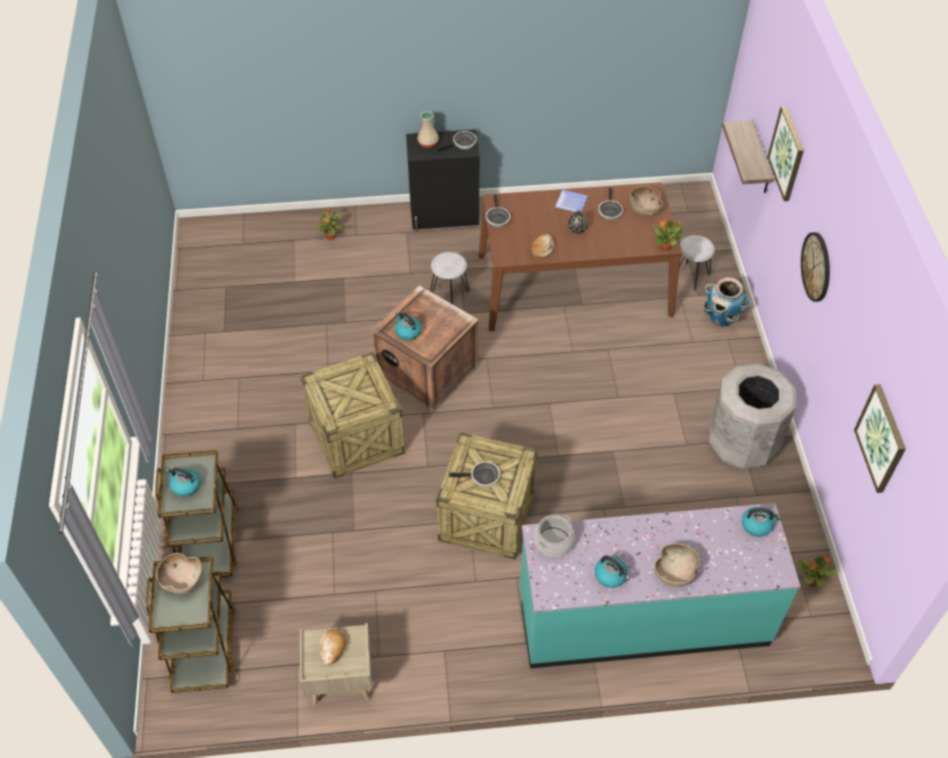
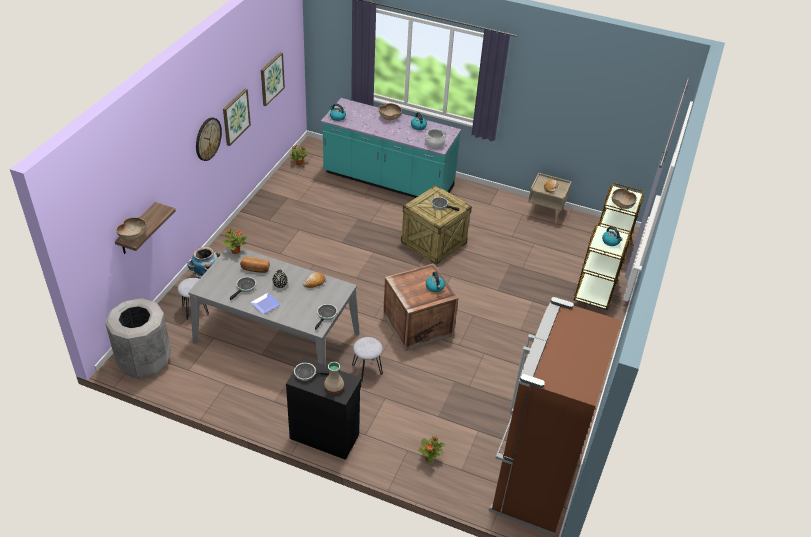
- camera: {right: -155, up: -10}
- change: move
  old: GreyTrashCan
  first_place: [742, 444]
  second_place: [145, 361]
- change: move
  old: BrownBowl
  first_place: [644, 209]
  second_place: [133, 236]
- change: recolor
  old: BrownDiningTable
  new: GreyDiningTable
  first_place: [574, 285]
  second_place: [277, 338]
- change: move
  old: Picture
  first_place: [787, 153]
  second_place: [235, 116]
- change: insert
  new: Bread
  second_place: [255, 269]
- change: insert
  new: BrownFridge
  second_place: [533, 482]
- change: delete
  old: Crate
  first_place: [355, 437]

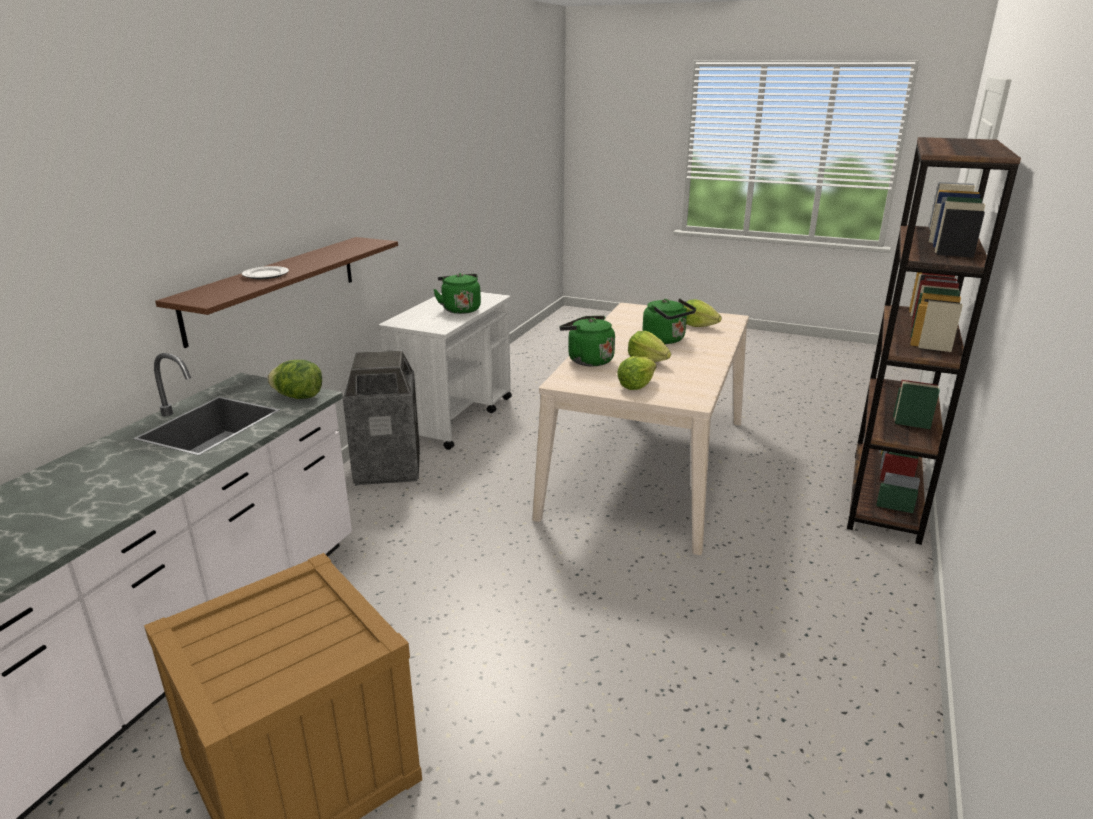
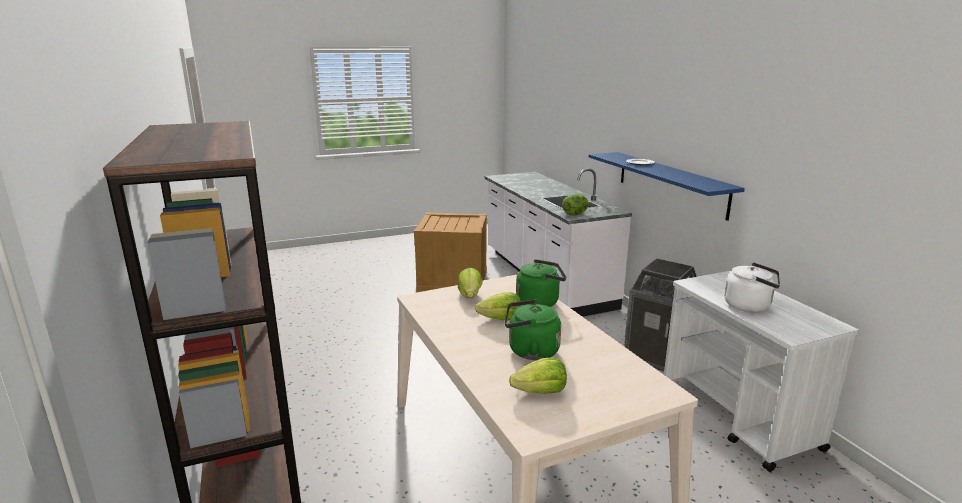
- camera: {right: 135, up: -5}
- change: recolor
  old: BrownShelf
  new: BlueShelf
  first_place: [274, 287]
  second_place: [670, 183]
- change: recolor
  old: GreenKettle
  new: WhiteKettle
  first_place: [460, 309]
  second_place: [750, 306]

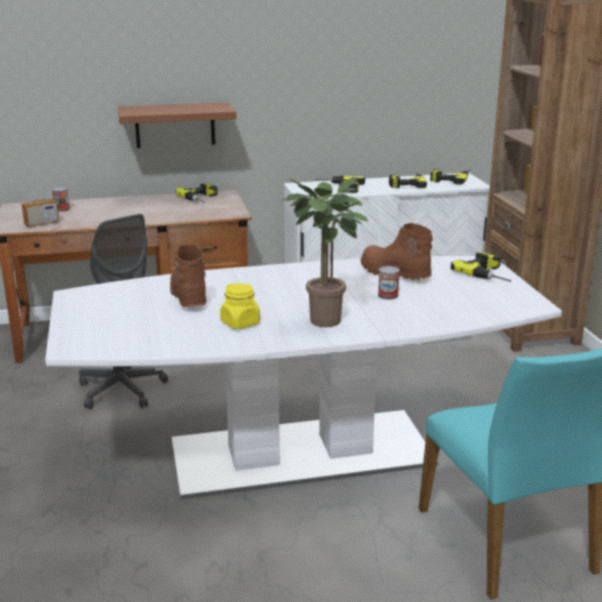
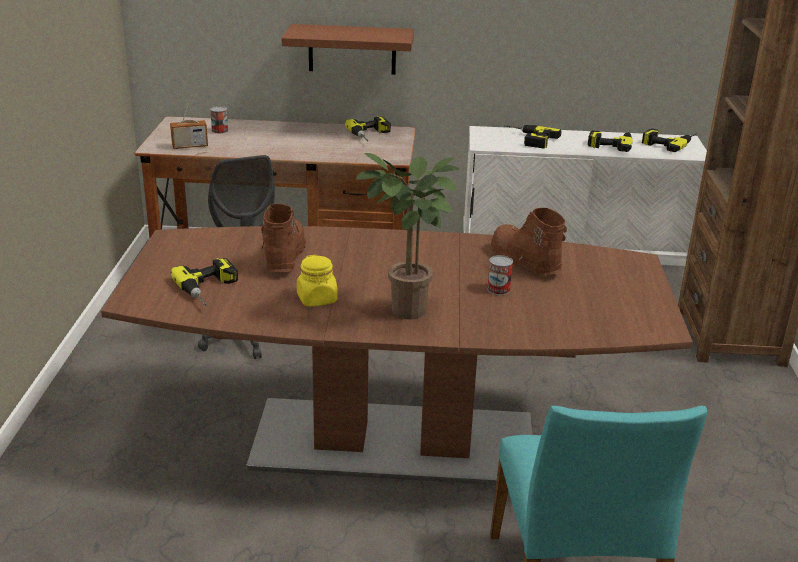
- camera: {right: 15, up: 5}
- change: recolor
  old: WhiteDiningTable
  new: BrownDiningTable
  first_place: [300, 453]
  second_place: [393, 441]
- change: move
  old: PowerDrill
  first_place: [489, 274]
  second_place: [211, 289]

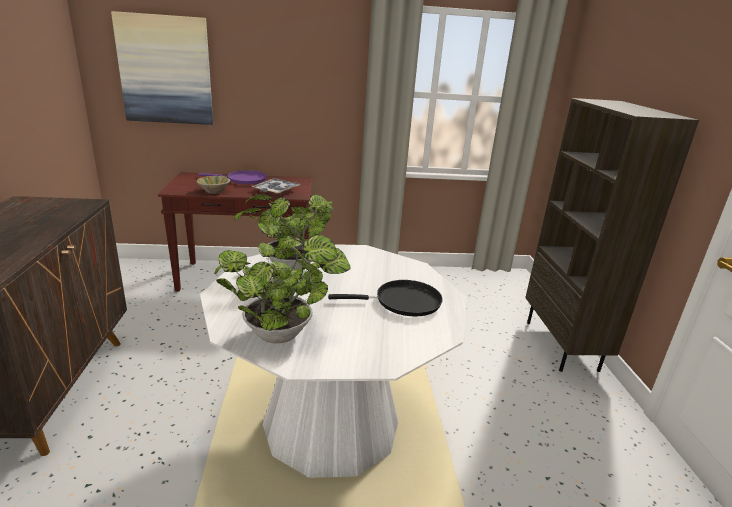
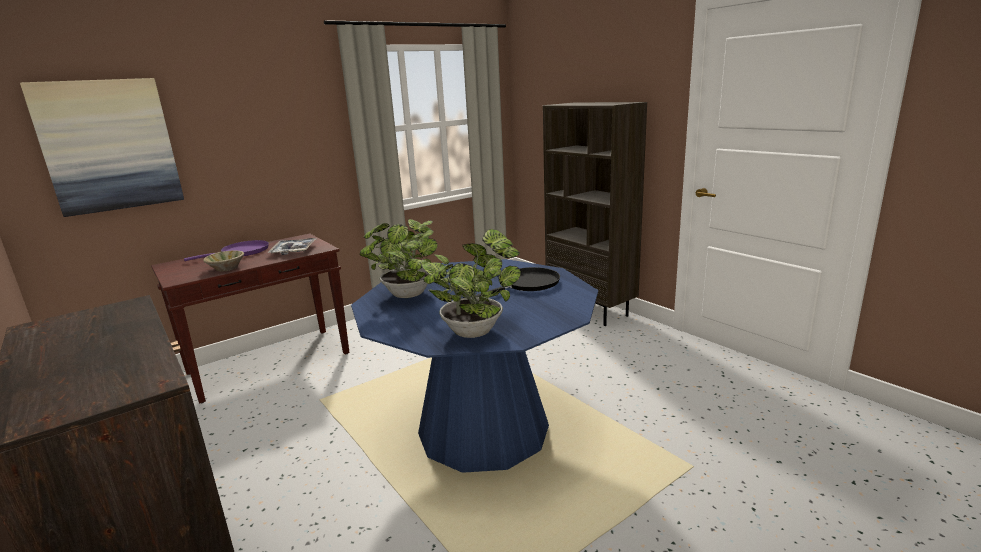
- camera: {right: -30, up: -5}
- change: recolor
  old: WhiteDiningTable
  new: BlueDiningTable
  first_place: [331, 424]
  second_place: [483, 430]

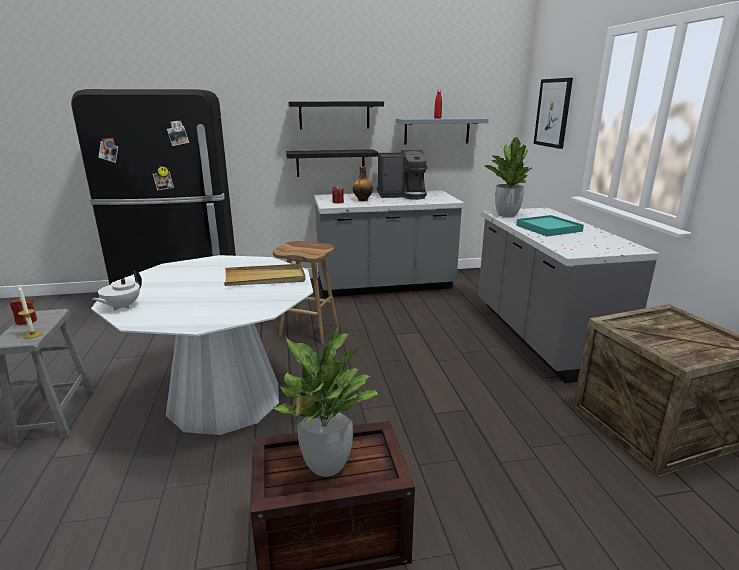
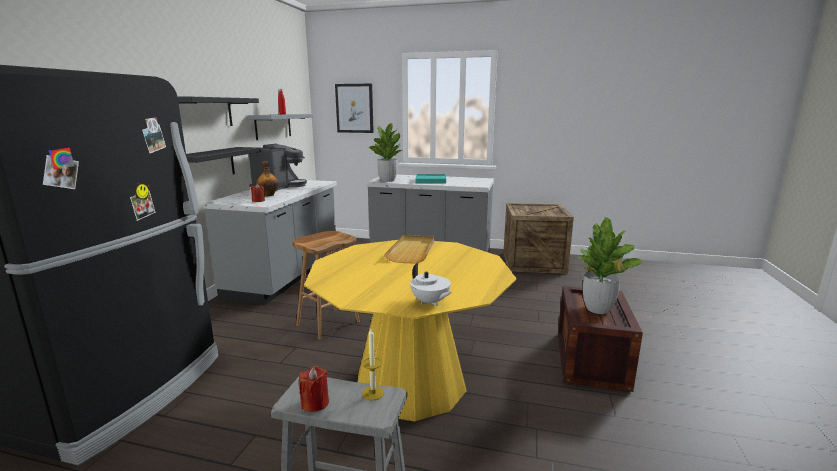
- camera: {right: -65, up: -5}
- change: recolor
  old: WhiteDiningTable
  new: YellowDiningTable
  first_place: [224, 399]
  second_place: [410, 383]

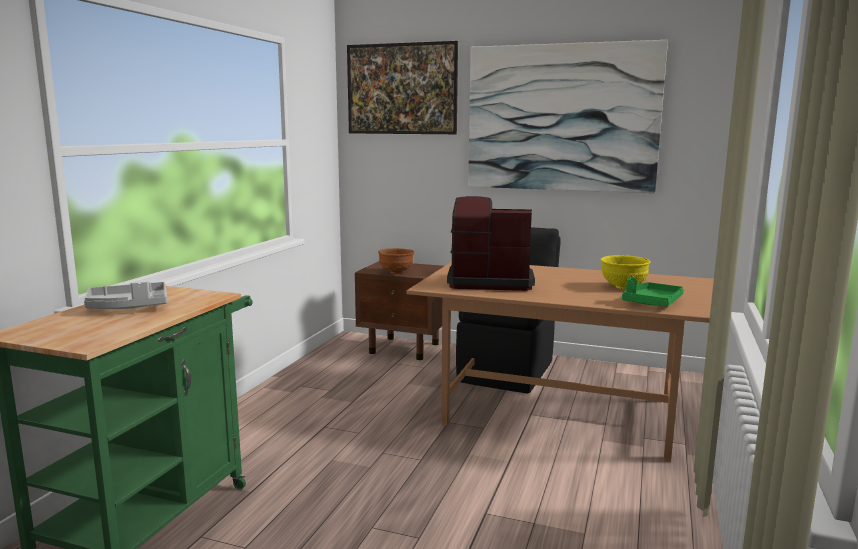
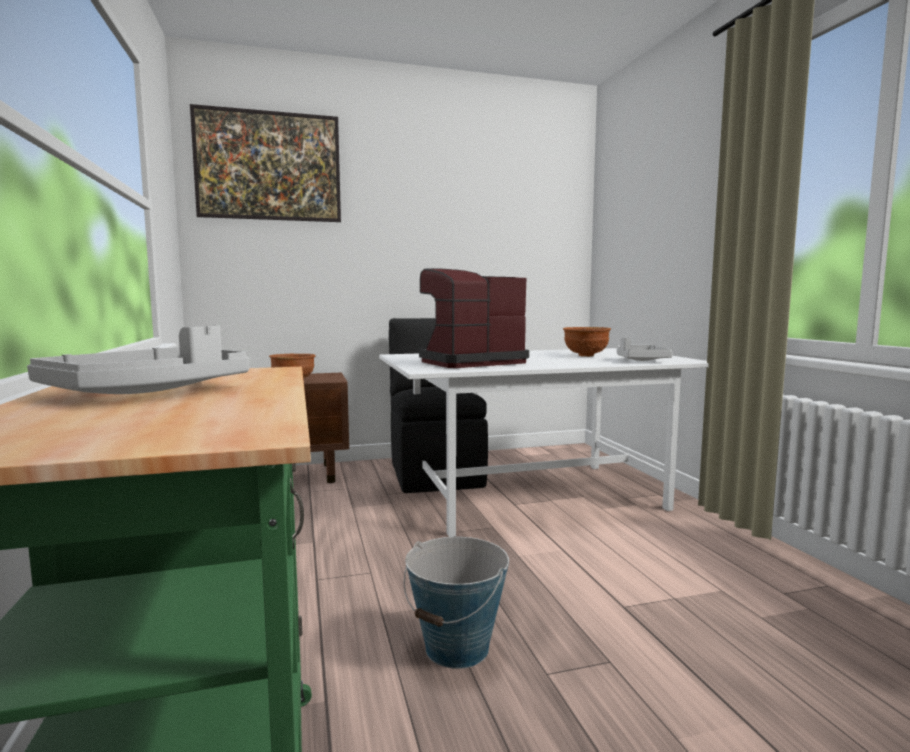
- camera: {right: -35, up: -5}
- change: recolor
  old: BrownDiningTable
  new: WhiteDiningTable
  first_place: [558, 412]
  second_place: [533, 496]
- change: insert
  new: Bucket
  second_place: [457, 648]
- change: recolor
  old: YellowBowl
  new: BrownBowl
  first_place: [622, 287]
  second_place: [585, 355]
- change: recolor
  old: GreenTray
  new: GreyTray
  first_place: [652, 303]
  second_place: [639, 360]
- change: delete
  old: Picture
  first_place: [561, 118]

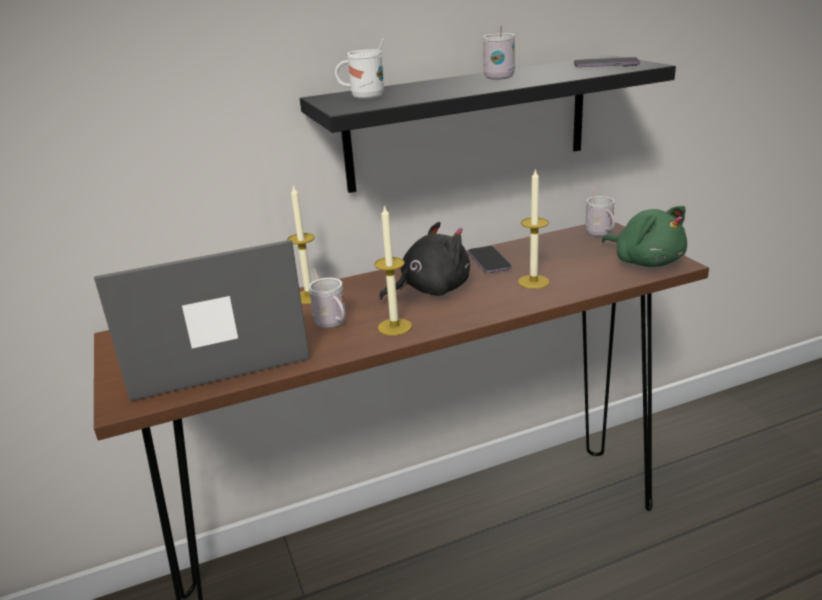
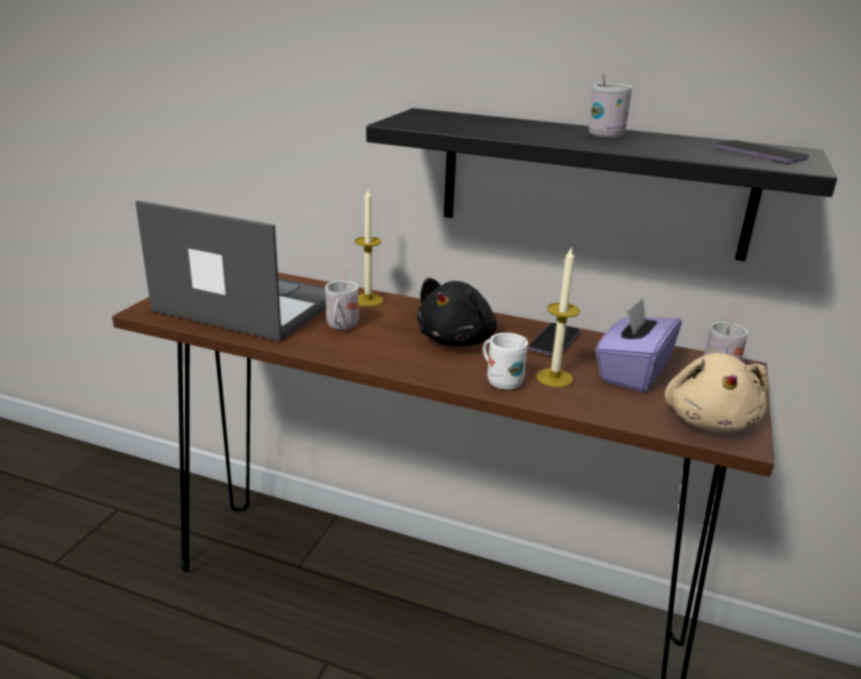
- camera: {right: 40, up: 0}
- change: rotate
  old: BlackPlushToy
  first_place: [430, 290]
  second_place: [458, 339]
  degrees: 105
- change: move
  old: WhiteMug
  first_place: [362, 97]
  second_place: [500, 381]
- change: insert
  new: PurpleTissueBox
  second_place: [632, 372]
- change: recolor
  old: GreenPlushToy
  new: BeigePlushToy
  first_place: [646, 261]
  second_place: [709, 419]
- change: delete
  old: Candle
  first_place: [394, 327]

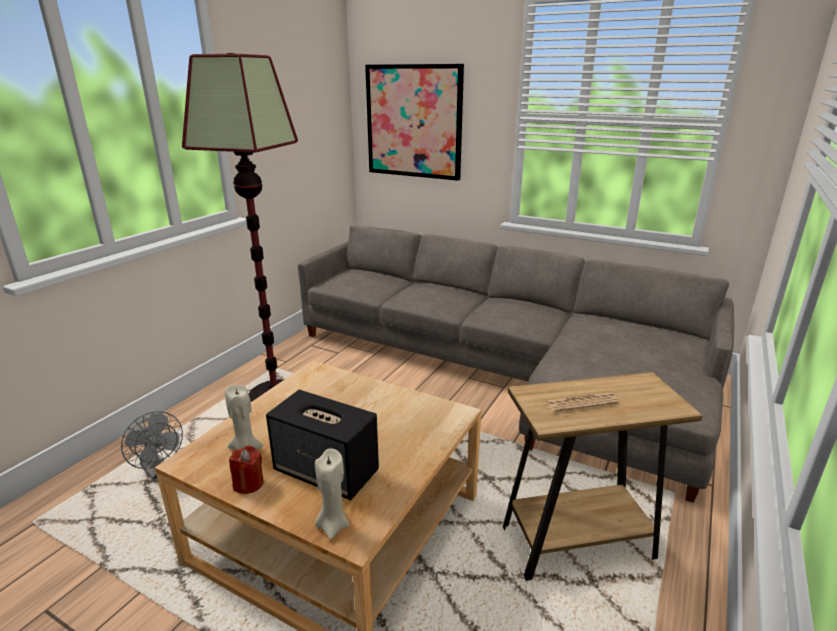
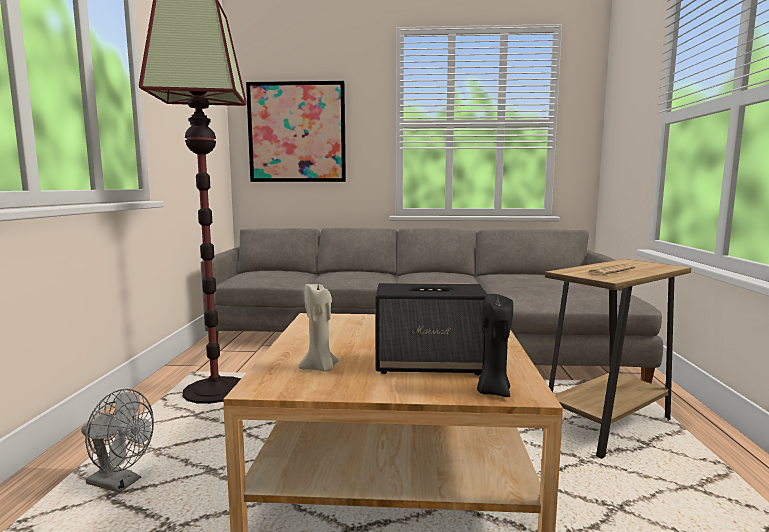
- camera: {right: -25, up: -15}
- change: recolor
  old: BeigeCandle
  new: BlackCandle
  first_place: [333, 525]
  second_place: [493, 391]
- change: delete
  old: RedCandle
  first_place: [248, 484]

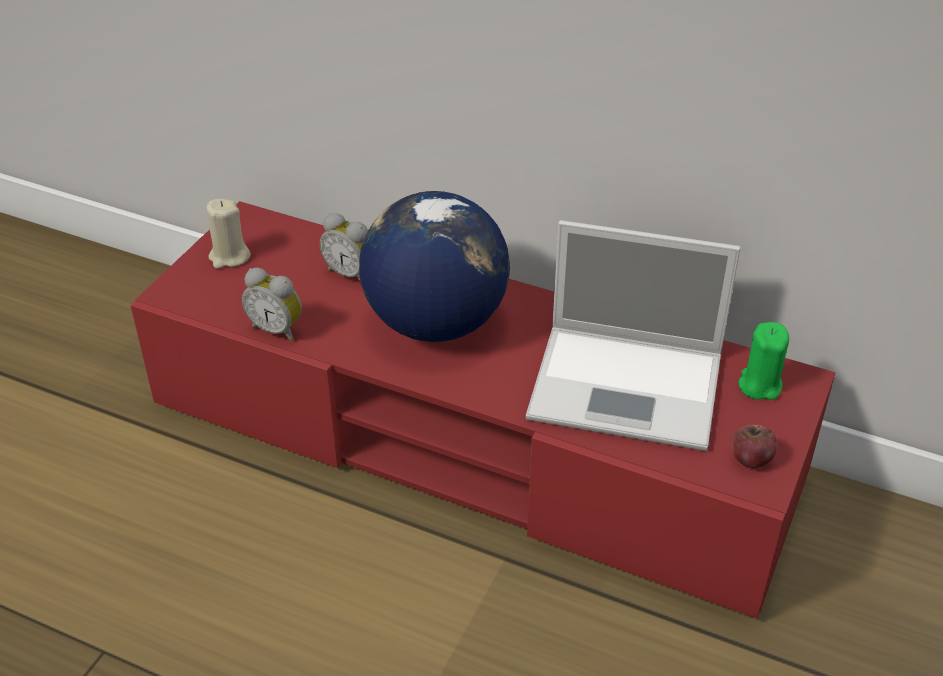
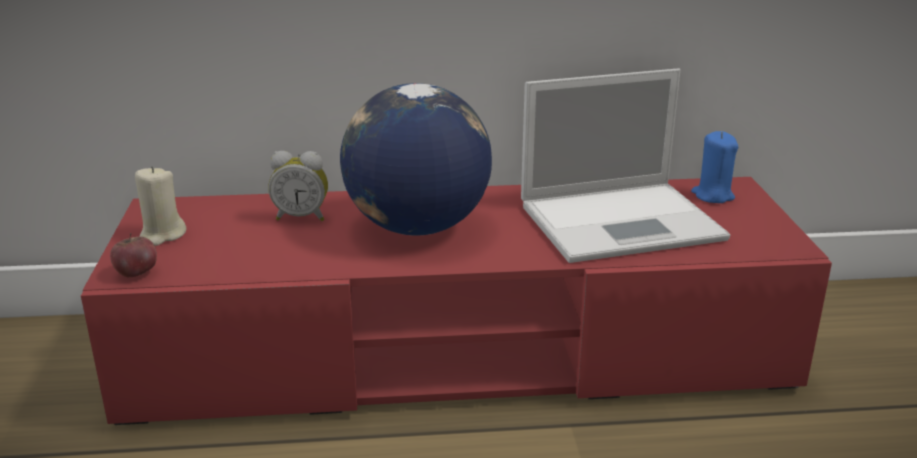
- camera: {right: -30, up: -15}
- change: move
  old: Apple
  first_place: [751, 459]
  second_place: [136, 273]
- change: recolor
  old: GreenCandle
  new: BlueCandle
  first_place: [759, 385]
  second_place: [712, 195]
- change: delete
  old: AlarmClock
  first_place: [277, 329]

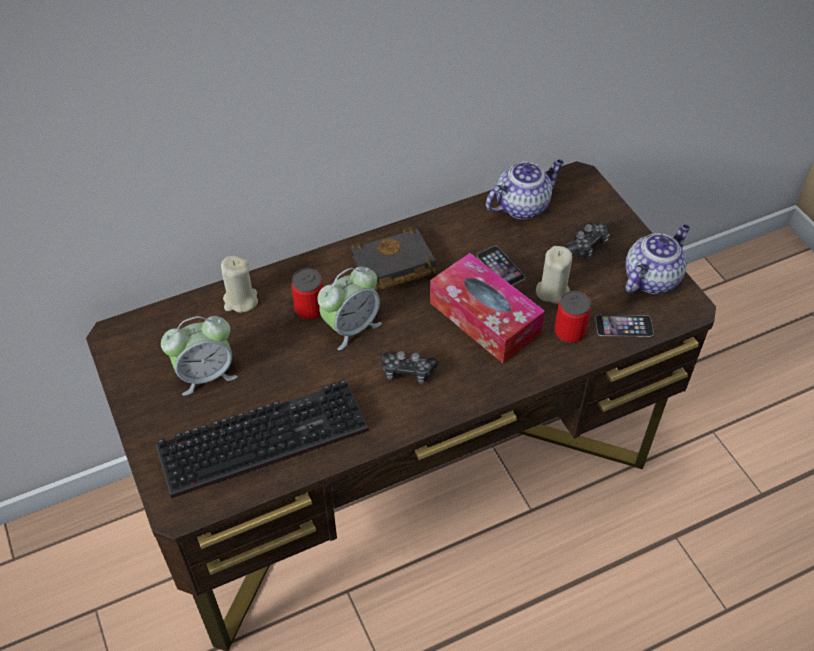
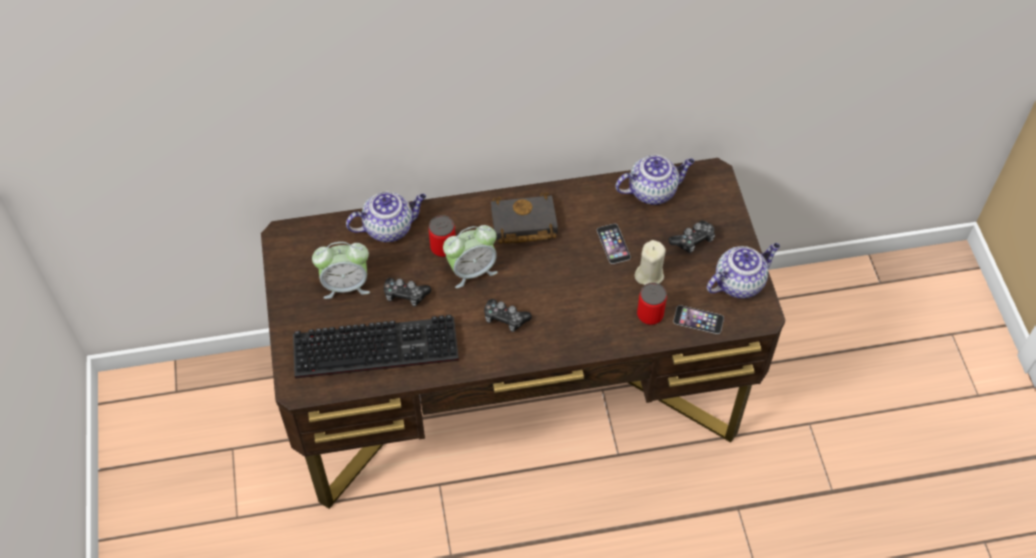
- camera: {right: 15, up: 5}
- change: replace
  old: BeigeCandle
  new: Teapot
  first_place: [240, 300]
  second_place: [389, 227]
- change: insert
  new: GameController
  second_place: [405, 295]
- change: delete
  old: TissueBox
  first_place: [484, 318]

